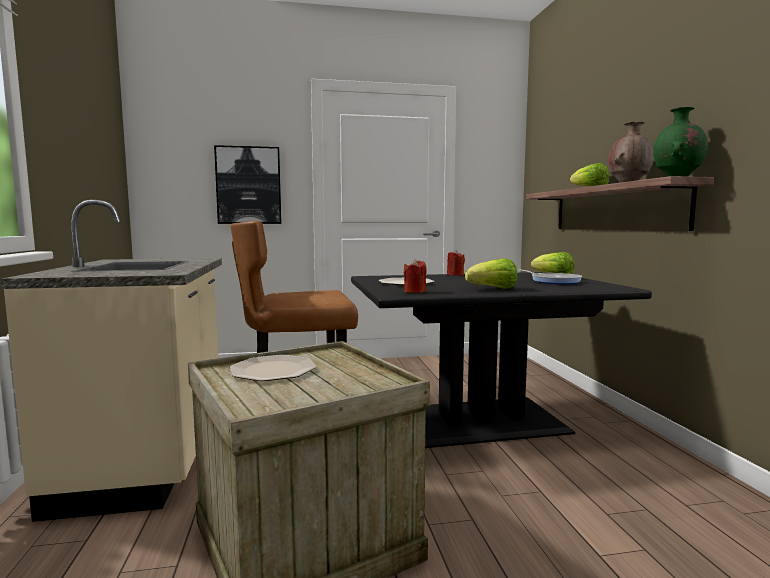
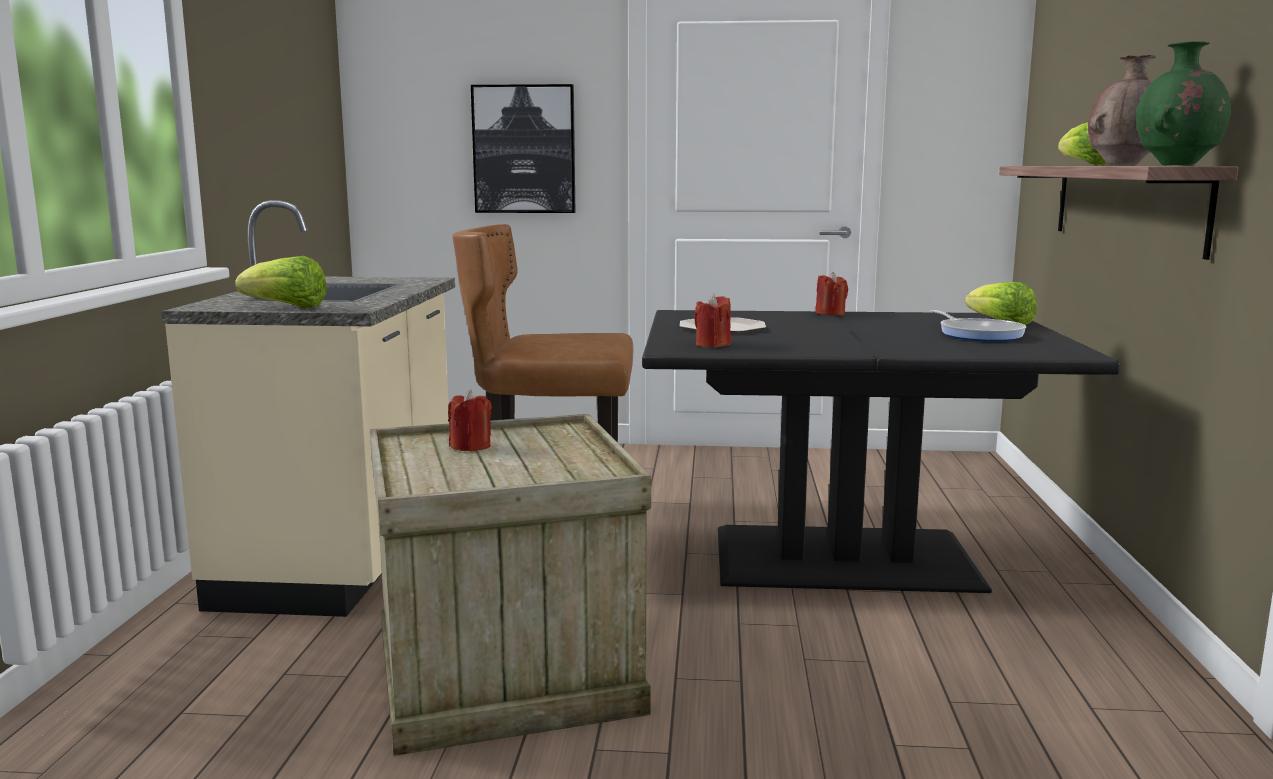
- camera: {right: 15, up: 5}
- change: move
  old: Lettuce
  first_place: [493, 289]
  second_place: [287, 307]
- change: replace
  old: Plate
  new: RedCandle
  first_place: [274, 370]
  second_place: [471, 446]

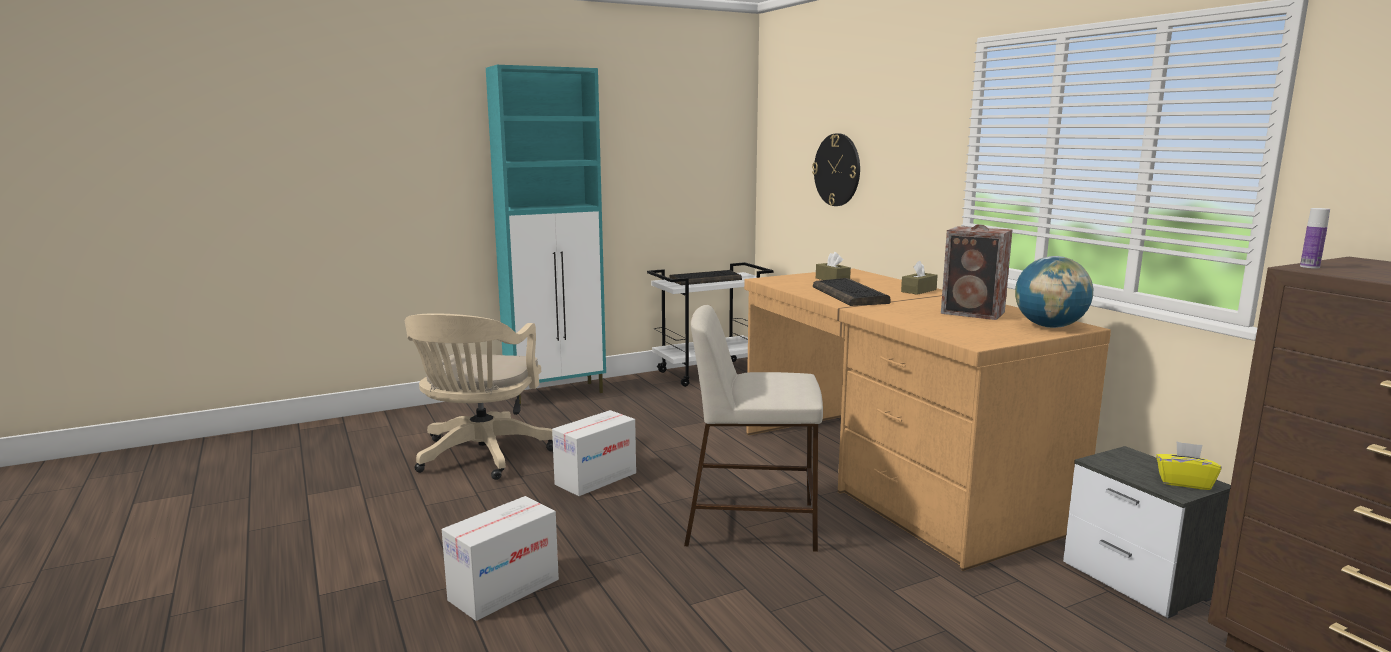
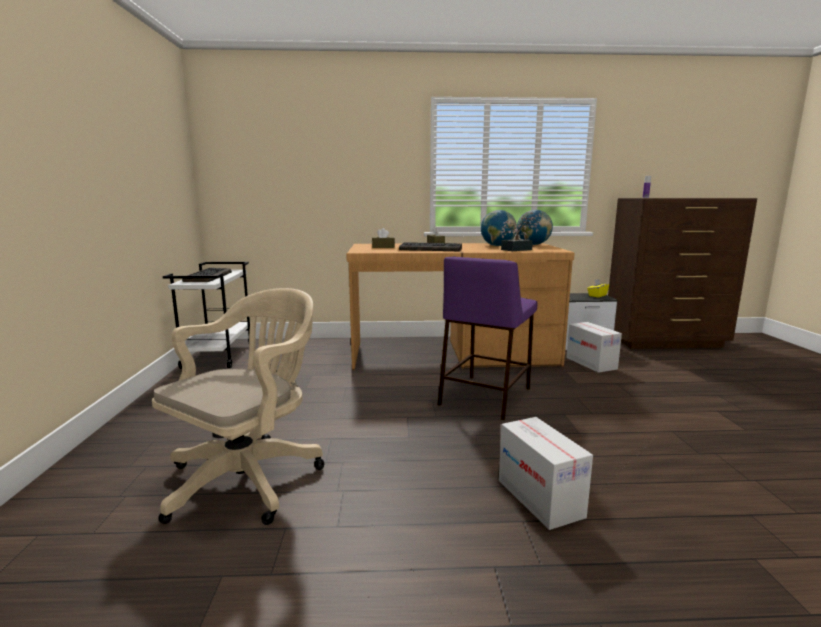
- camera: {right: -65, up: 0}
- change: rotate
  old: BeigeOfficeChair
  first_place: [480, 457]
  second_place: [250, 477]
  degrees: -90
- change: recolor
  old: BeigeStool
  new: PurpleStool
  first_place: [753, 523]
  second_place: [485, 395]
- change: replace
  old: Speaker
  new: Globe
  first_place: [974, 313]
  second_place: [497, 246]
- change: insert
  new: PottedPlant
  second_place: [519, 249]
- change: move
  old: CardboardBox
  first_place: [596, 478]
  second_place: [591, 363]
- change: delete
  old: TurquoiseCabinet
  first_place: [557, 393]
- change: delete
  old: WallClock
  first_place: [837, 170]

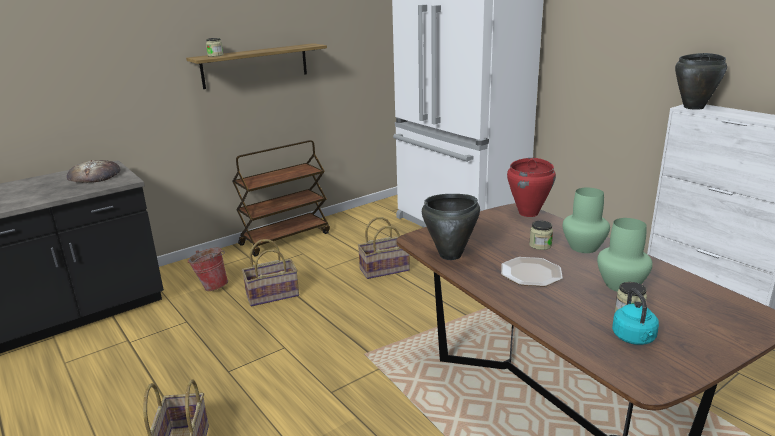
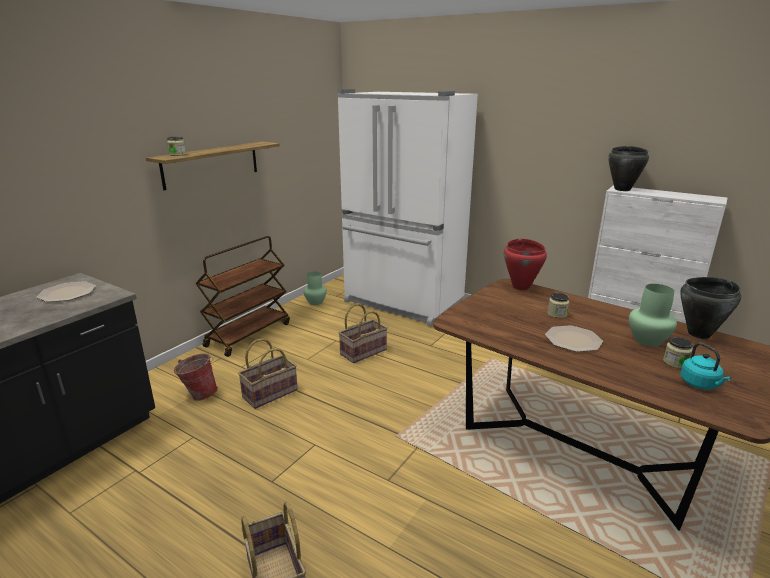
- camera: {right: -20, up: 0}
- change: replace
  old: Bread
  new: Plate
  first_place: [94, 175]
  second_place: [67, 293]
- change: move
  old: GreenVase
  first_place: [582, 247]
  second_place: [315, 302]
- change: move
  old: BlackCookingPot
  first_place: [450, 255]
  second_place: [699, 334]

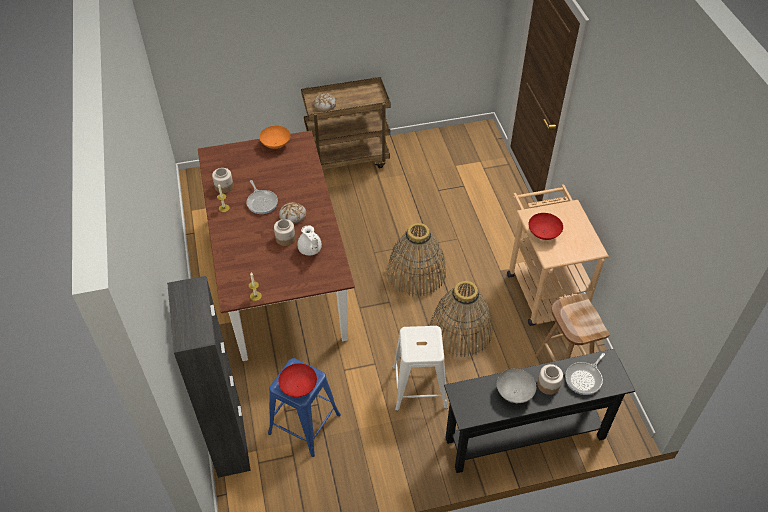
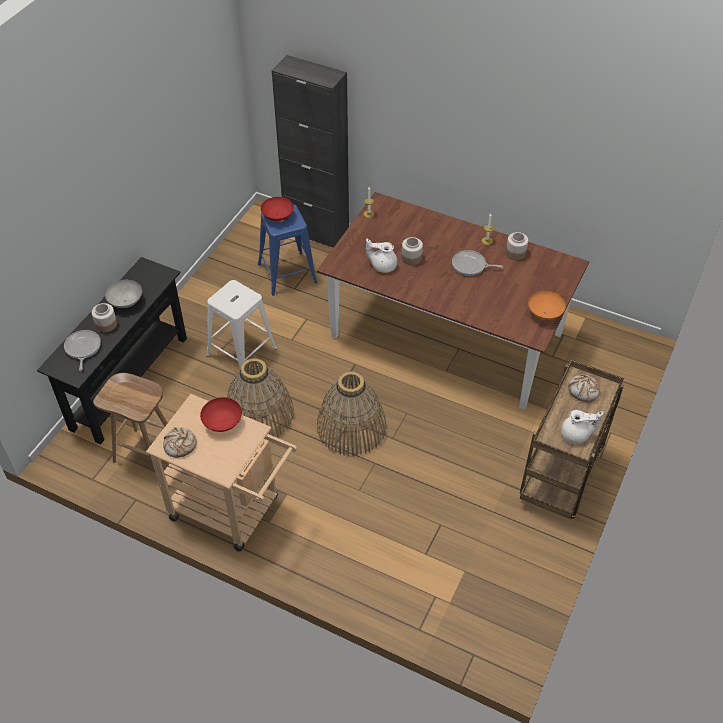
- camera: {right: 130, up: 0}
- change: move
  old: Bread
  first_place: [293, 216]
  second_place: [180, 445]
- change: insert
  new: WhiteTeapot
  second_place: [576, 435]

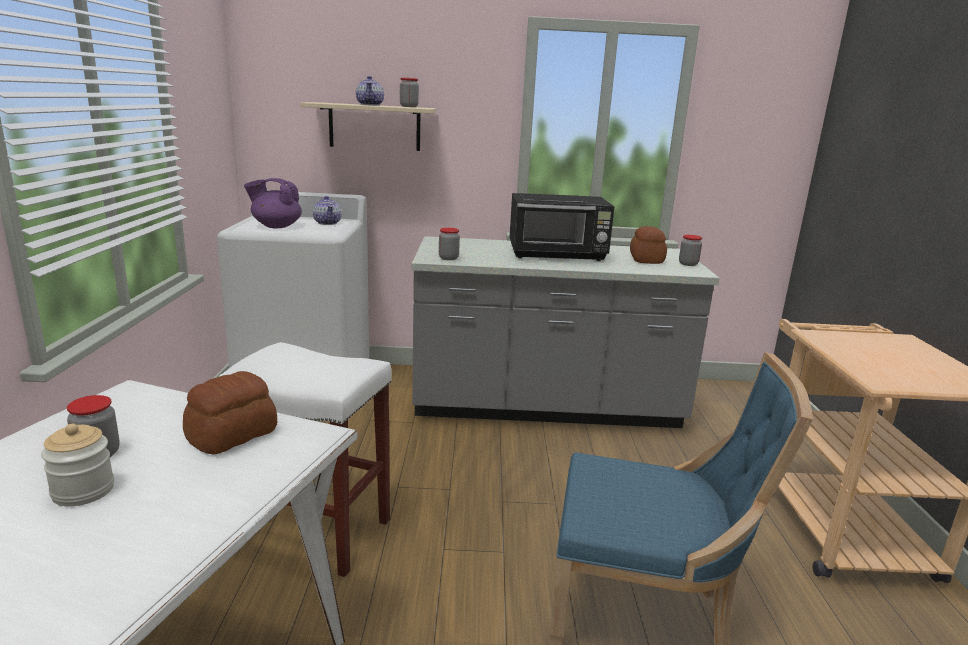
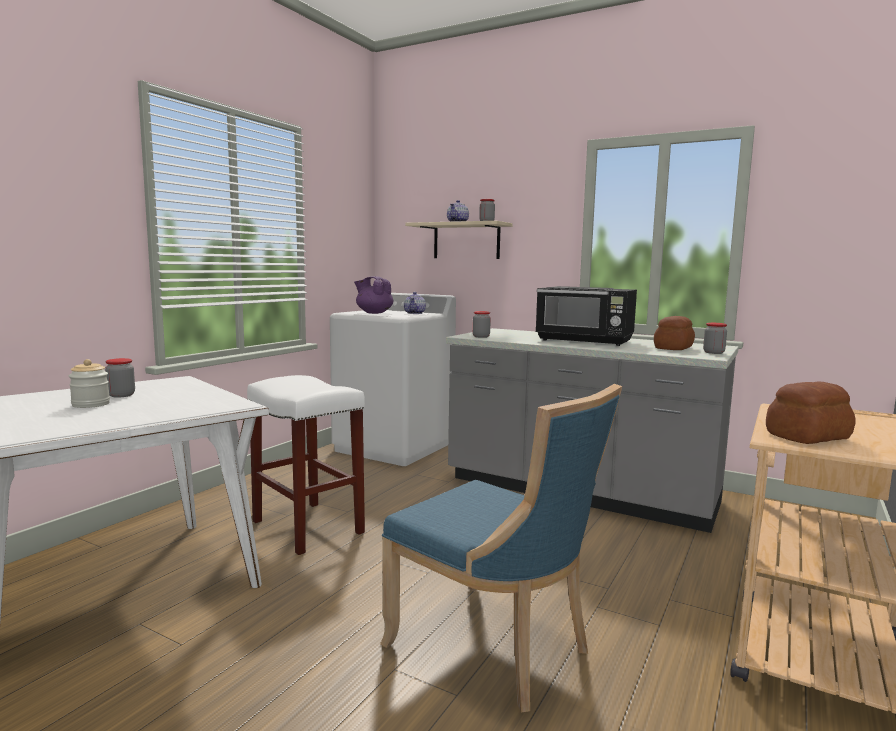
- camera: {right: 30, up: -10}
- change: move
  old: Bread
  first_place: [233, 435]
  second_place: [809, 437]

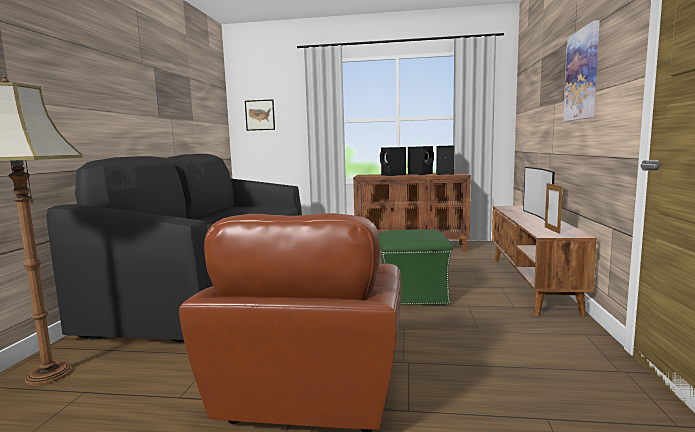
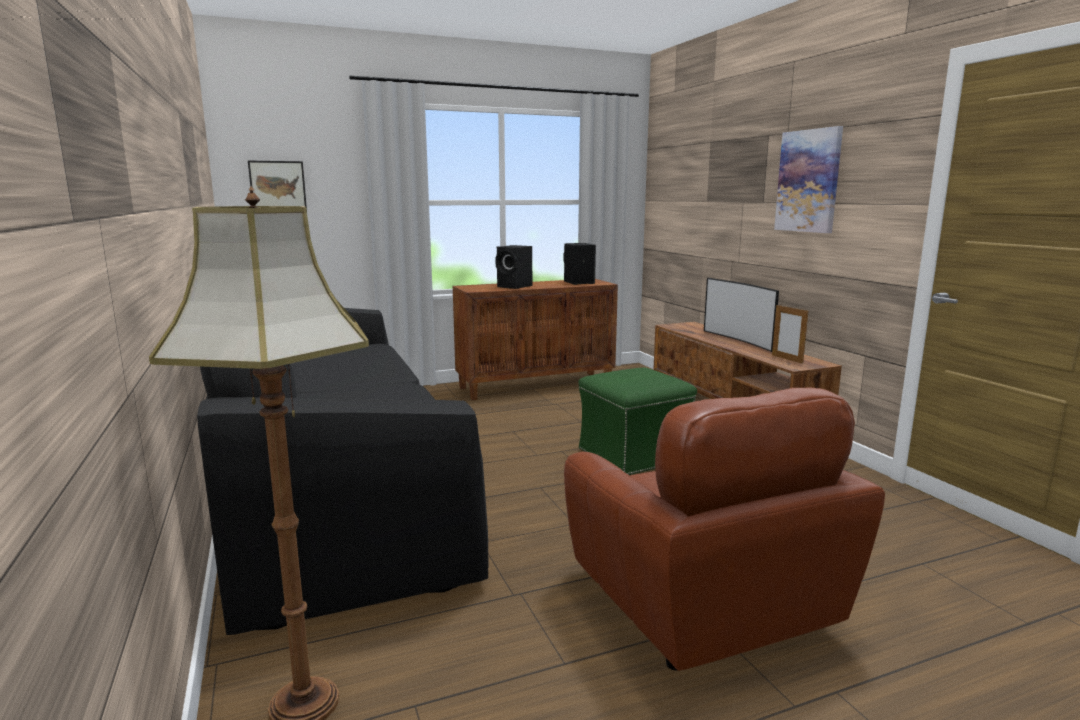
- camera: {right: -30, up: 5}
- change: delete
  old: BlackSpeaker
  first_place: [421, 174]

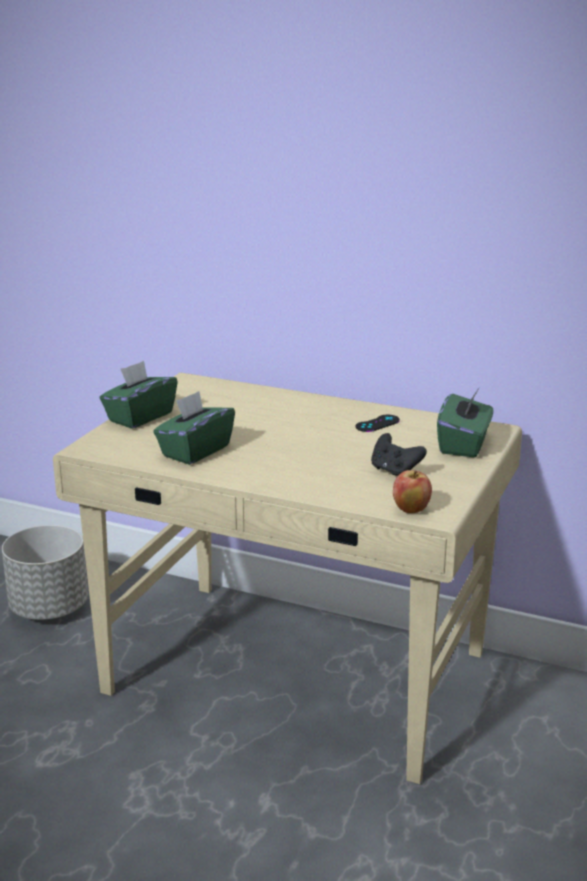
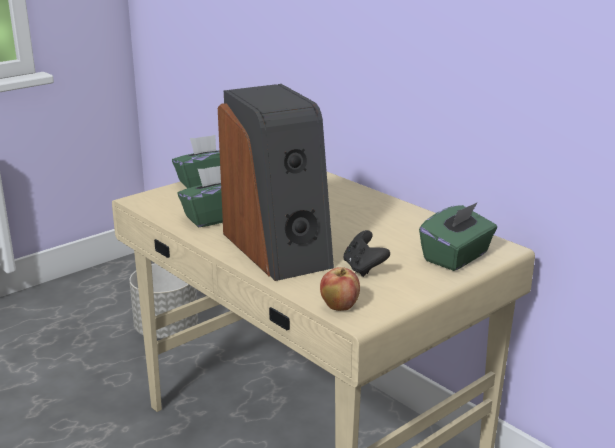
- camera: {right: 25, up: 0}
- change: insert
  new: Speaker
  second_place: [278, 249]
- change: delete
  old: BlackGameController
  first_place: [377, 423]

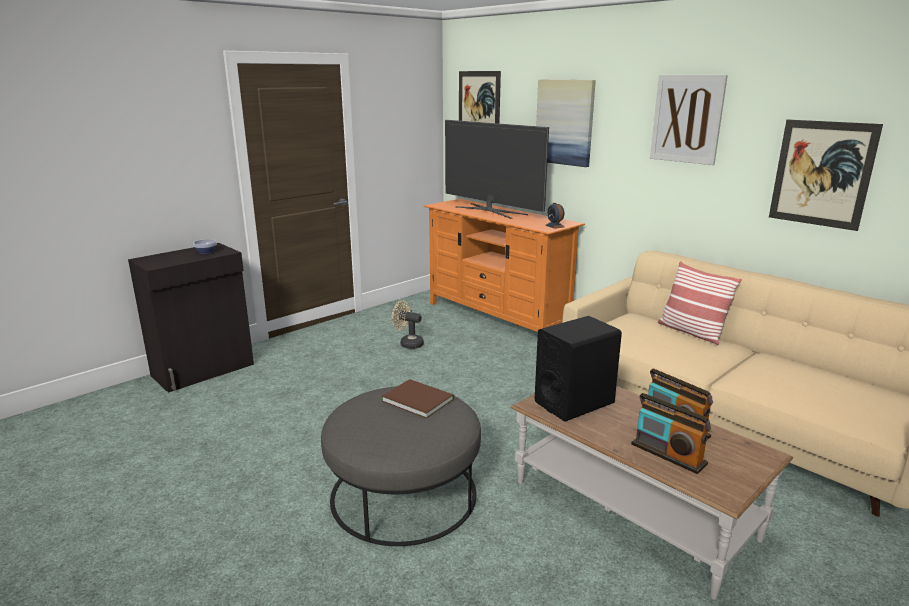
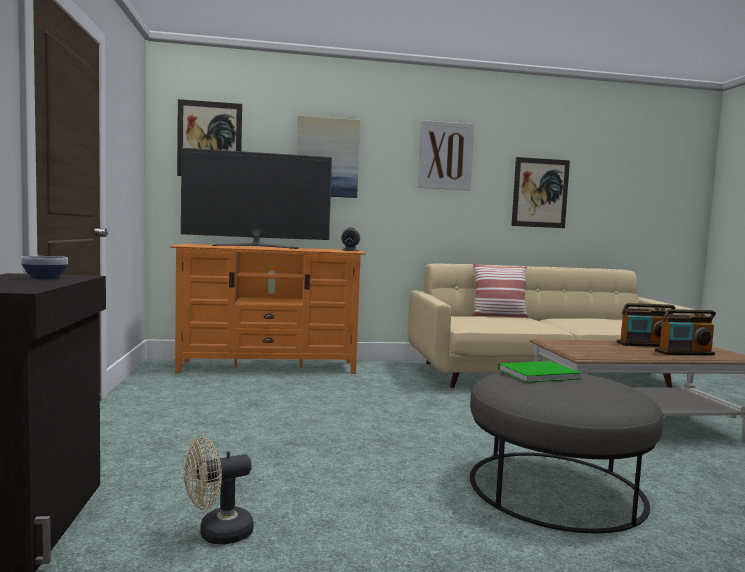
- camera: {right: -55, up: -15}
- change: move
  old: BeigeFan
  first_place: [408, 344]
  second_place: [217, 534]
- change: recolor
  old: BrownBook
  new: GreenBook
  first_place: [417, 399]
  second_place: [535, 373]
- change: delete
  old: BlackSpeaker
  first_place: [574, 403]

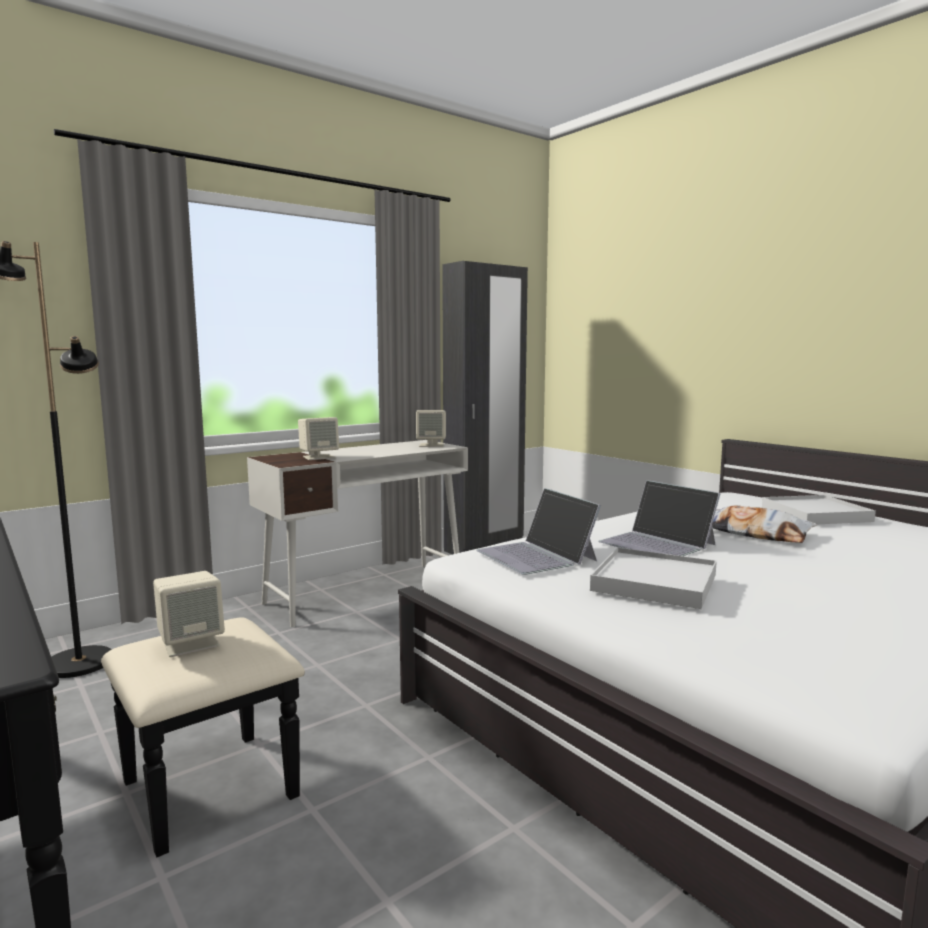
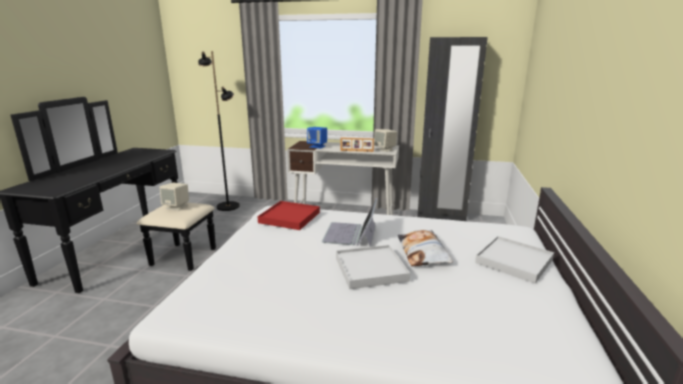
- camera: {right: 50, up: 10}
- change: replace
  old: Laptop
  new: RedTray
  first_place: [537, 555]
  second_place: [289, 217]
- change: recolor
  old: BeigeSpeaker
  new: BlueSpeaker
  first_place: [319, 457]
  second_place: [317, 146]
- change: move
  old: WhiteTray
  first_place: [654, 583]
  second_place: [370, 269]
- change: insert
  new: PictureFrame
  second_place: [356, 151]

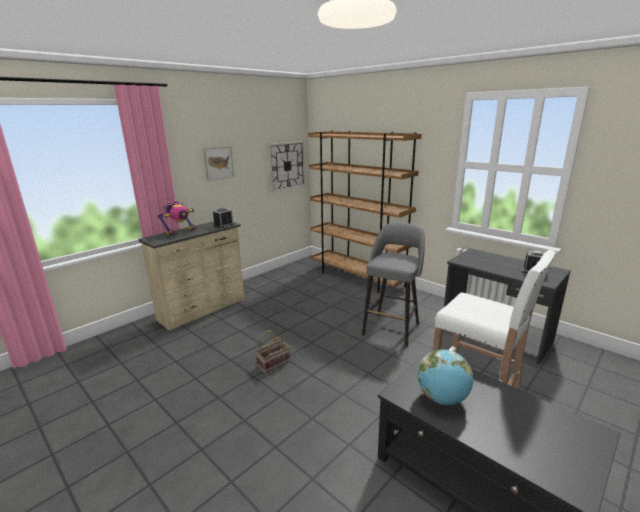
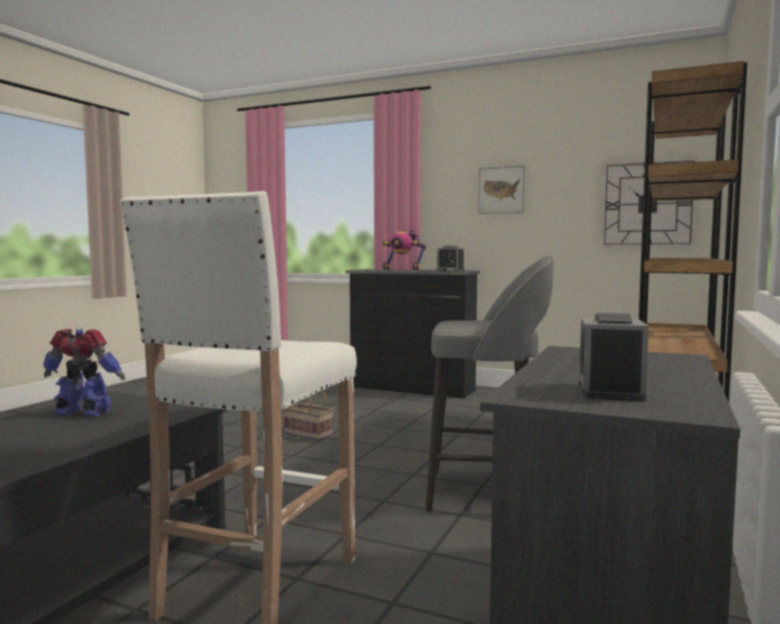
- camera: {right: 70, up: -15}
- change: replace
  old: Globe
  new: ToyRobot
  first_place: [442, 398]
  second_place: [83, 413]
- change: recolor
  old: BeigeDresser
  new: BlackDresser
  first_place: [203, 309]
  second_place: [412, 389]

